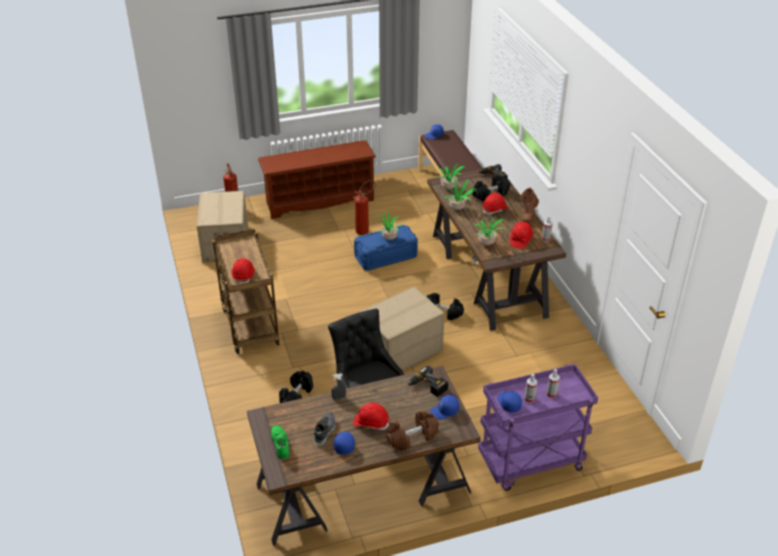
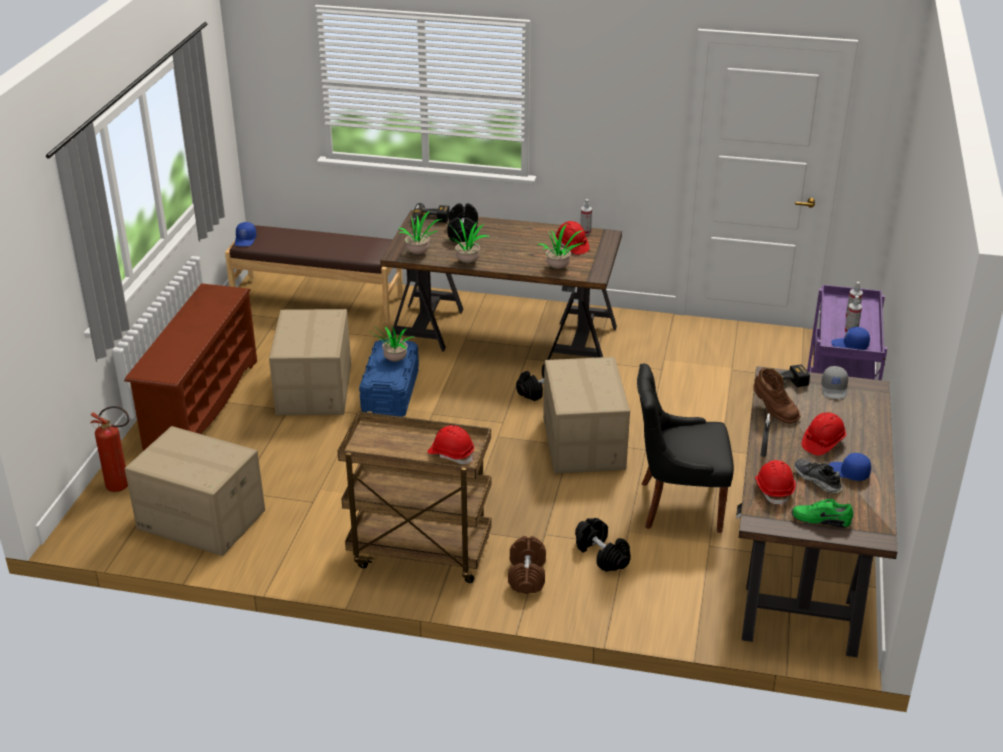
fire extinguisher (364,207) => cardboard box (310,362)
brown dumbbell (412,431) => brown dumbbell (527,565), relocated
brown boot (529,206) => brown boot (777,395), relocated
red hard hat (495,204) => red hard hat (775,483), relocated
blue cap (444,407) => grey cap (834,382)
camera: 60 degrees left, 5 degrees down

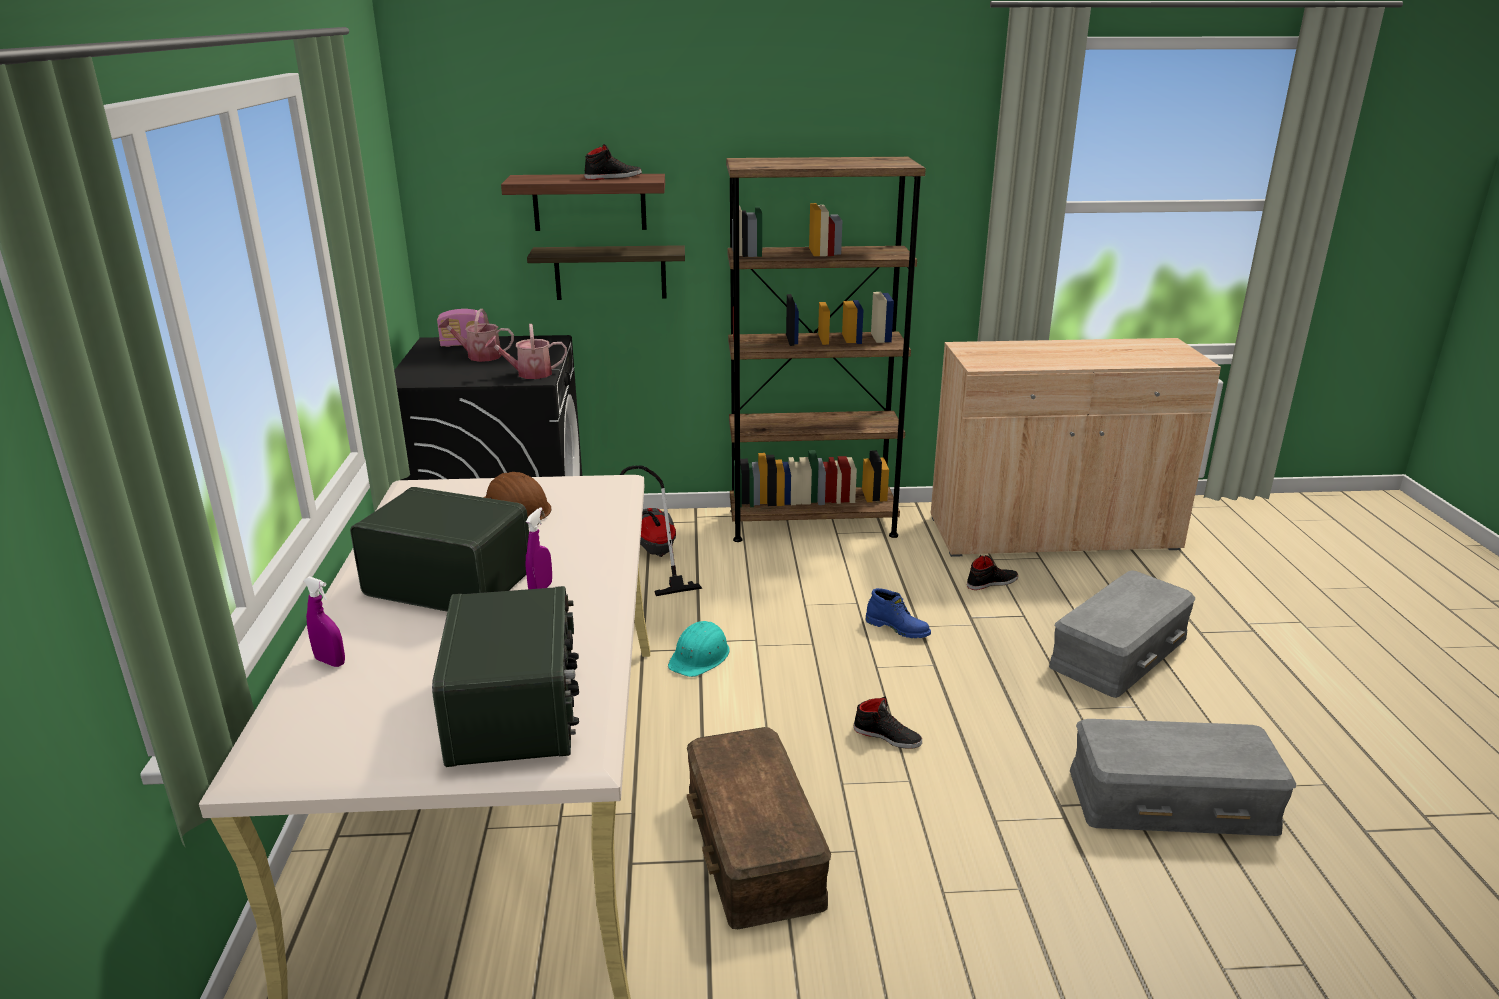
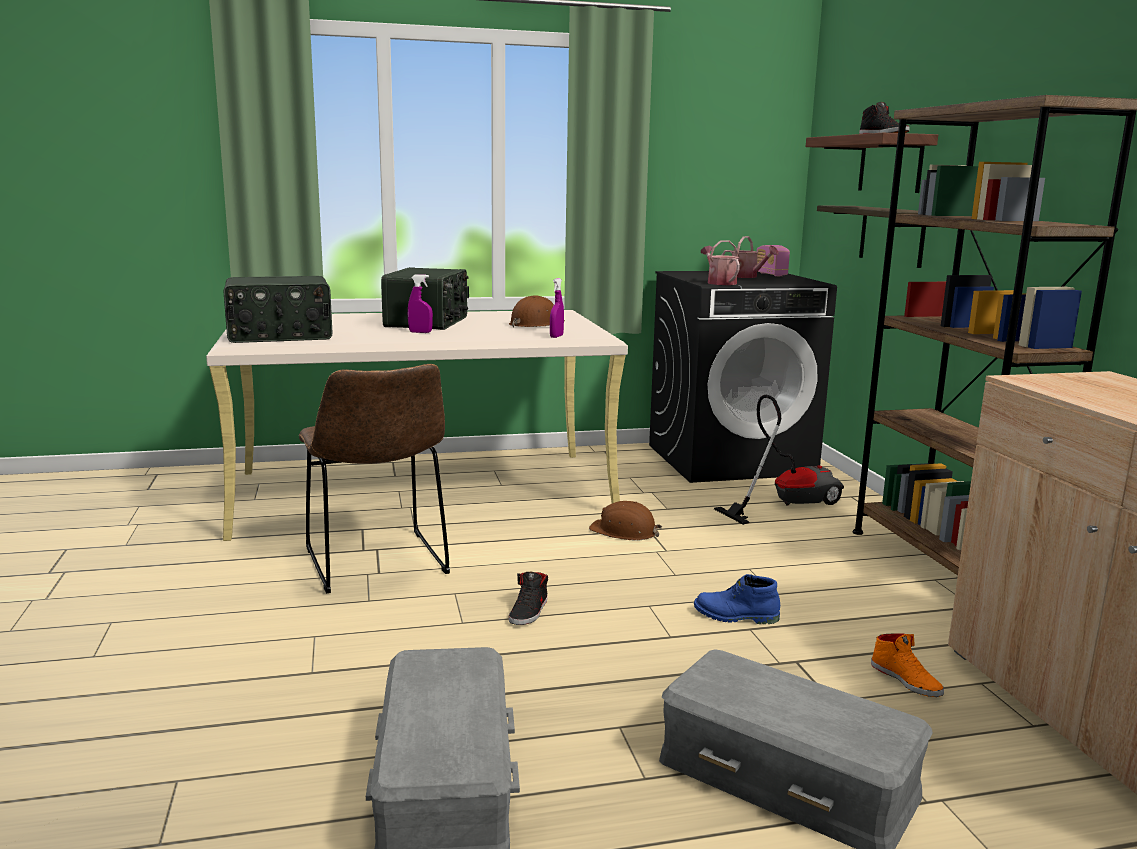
brown storage box (759,828) => brown chair (374,478)
purple spray bottle (324,621) => purple spray bottle (557,308), relocated
turquoise hard hat (699,649) => brown hard hat (625,521)
blue boot (898,613) => blue boot (737,599), 75 degrees clockwise
watering can (476,335) => watering can (750,257), 135 degrees clockwise
black shoe (992,572) => orange shoe (907,665)
camera: 80 degrees right, 10 degrees down

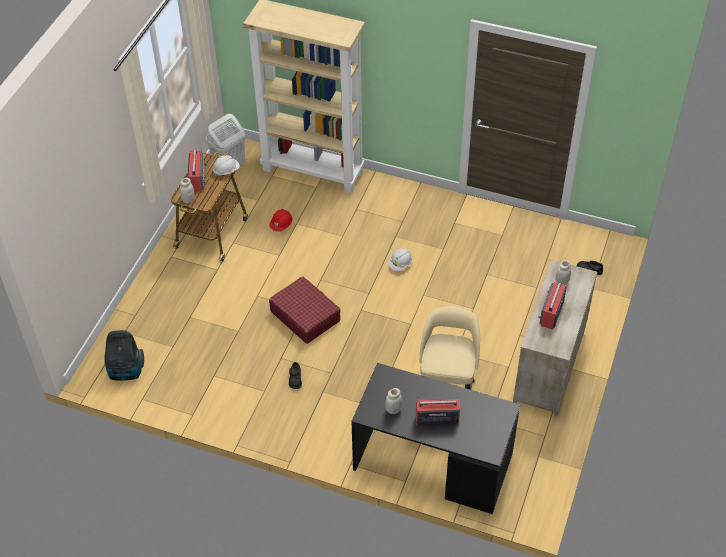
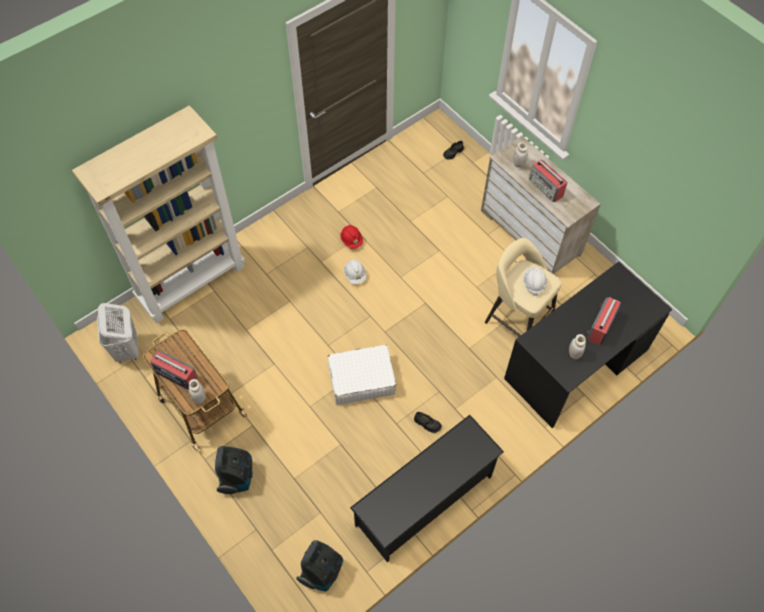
nothing => vacuum cleaner (234,470)
red suitcase (305,310) => white suitcase (361,375)
red hard hat (281,220) => red hard hat (351,237), relocated
nothing => black shoe rack (427,488)
white hard hat (226,165) => white hard hat (535,281), relocated
camera: 60 degrees left, 10 degrees up

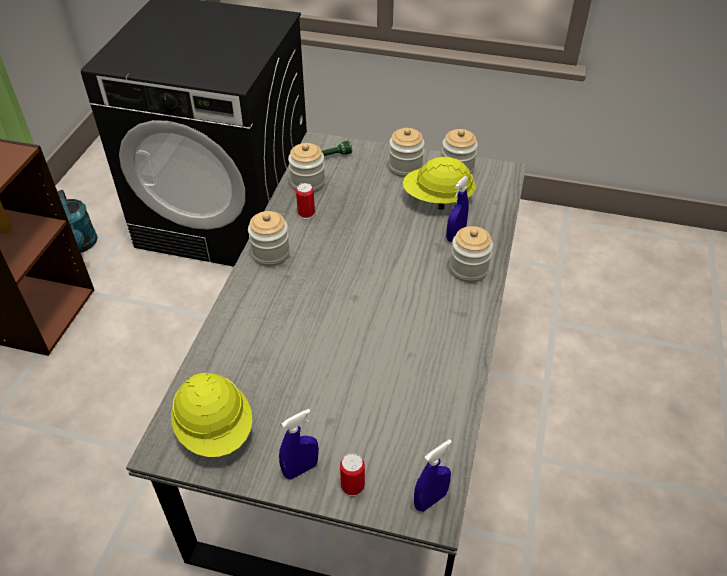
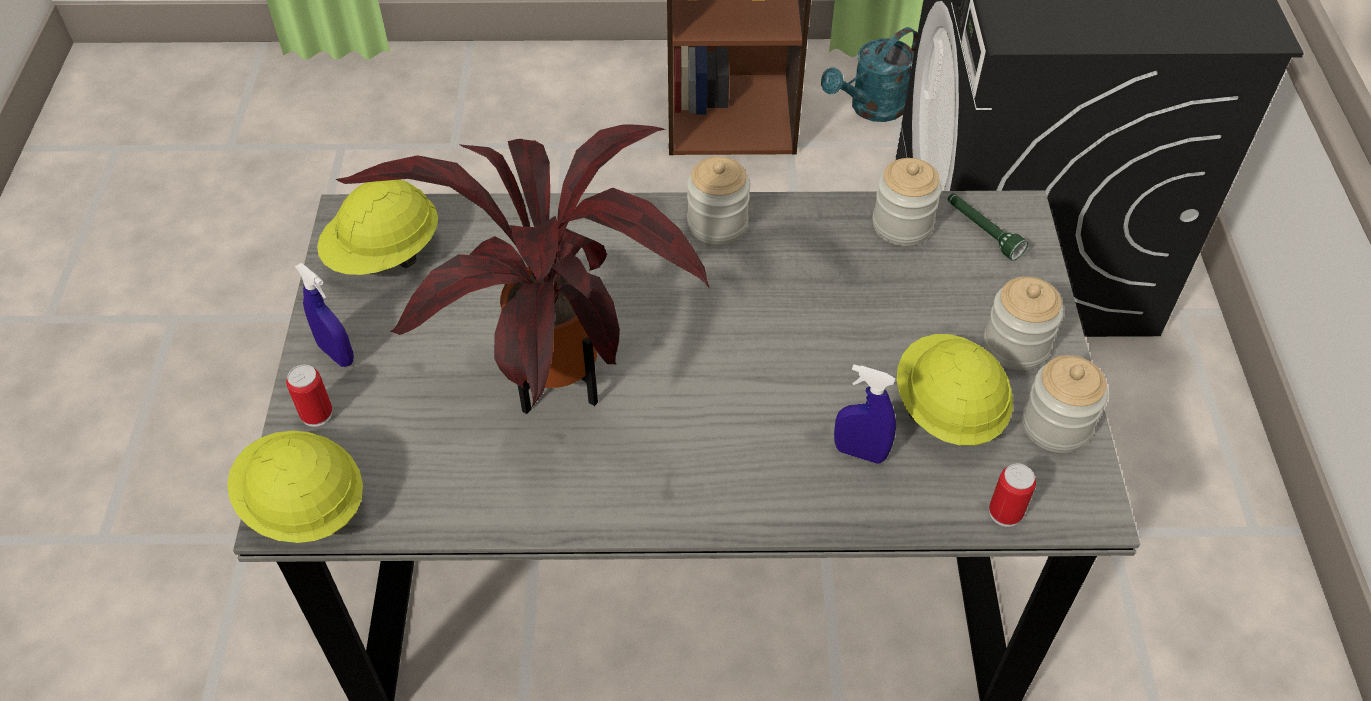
blue spray bottle (433,475) => yellow hard hat (295,487)
nothing => potted plant (522,269)
can (305,201) => can (1012,495), relocated
jar (471,254) => nothing
camera: 75 degrees right, 5 degrees up

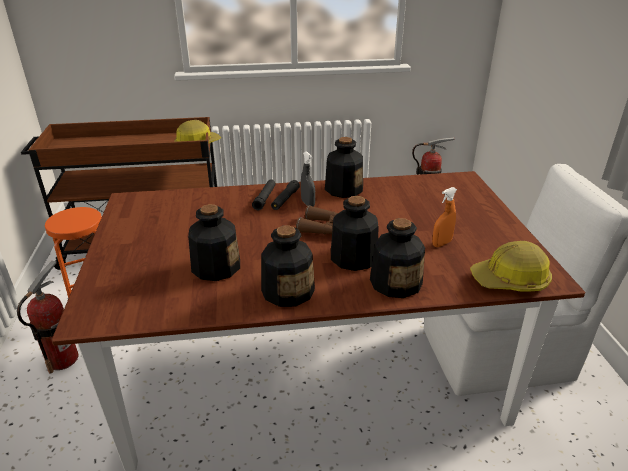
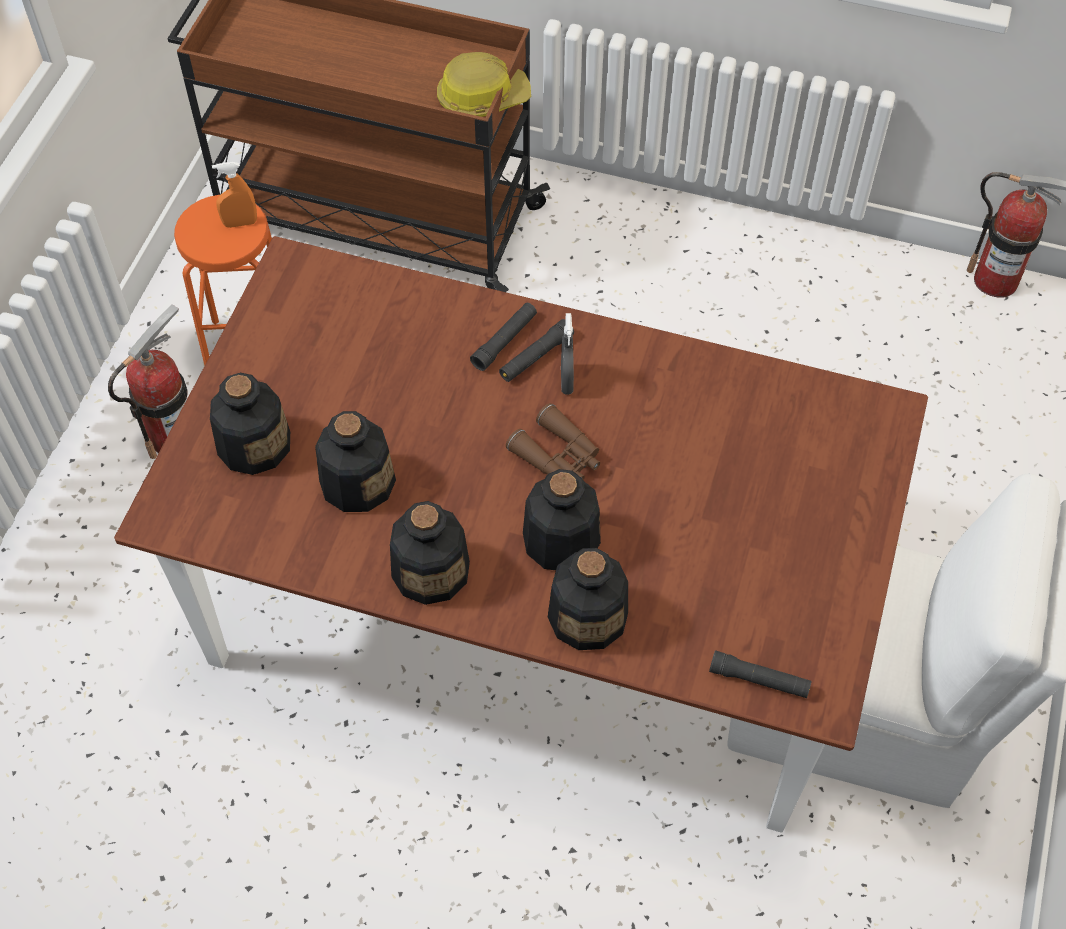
bottle (344,167) => bottle (250,424), relocated
orange spray bottle (444,217) => orange spray bottle (234,195), relocated
hard hat (511,266) => black flashlight (760,674)
camera: 25 degrees right, 25 degrees up

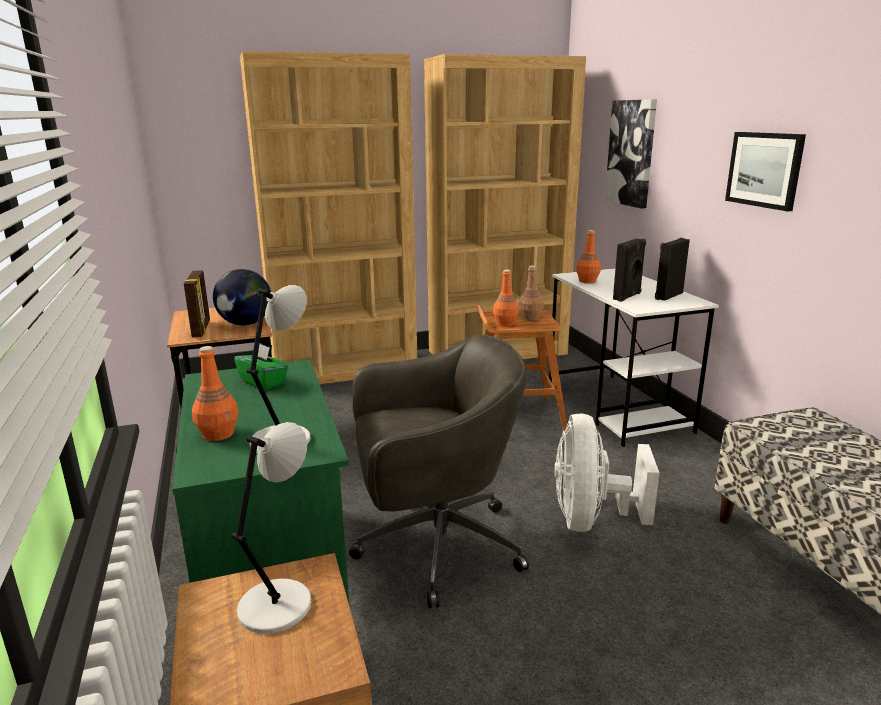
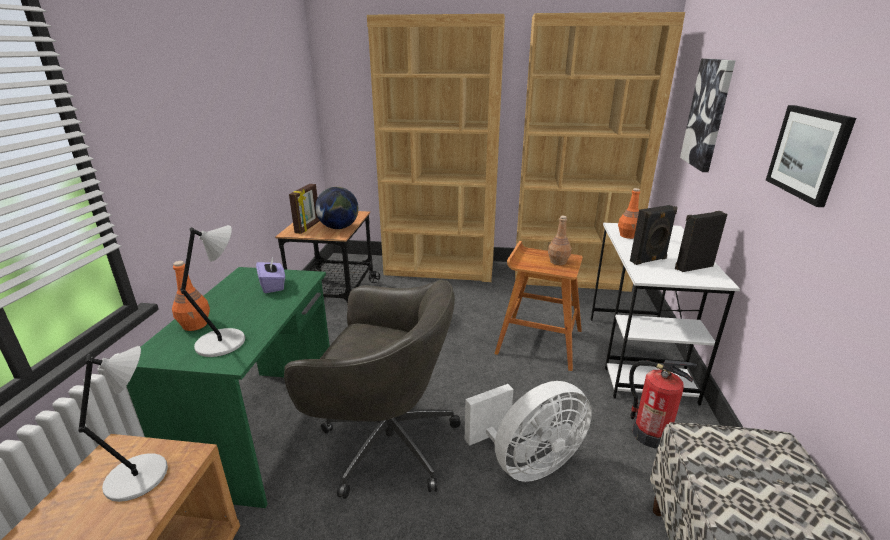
green tissue box (261,367) => purple tissue box (270,275)
white fan (607,472) => white fan (528,431), 150 degrees counterclockwise
nothing => fire extinguisher (663,404)
orange bottle (506,298) => nothing
camera: 25 degrees right, 5 degrees up

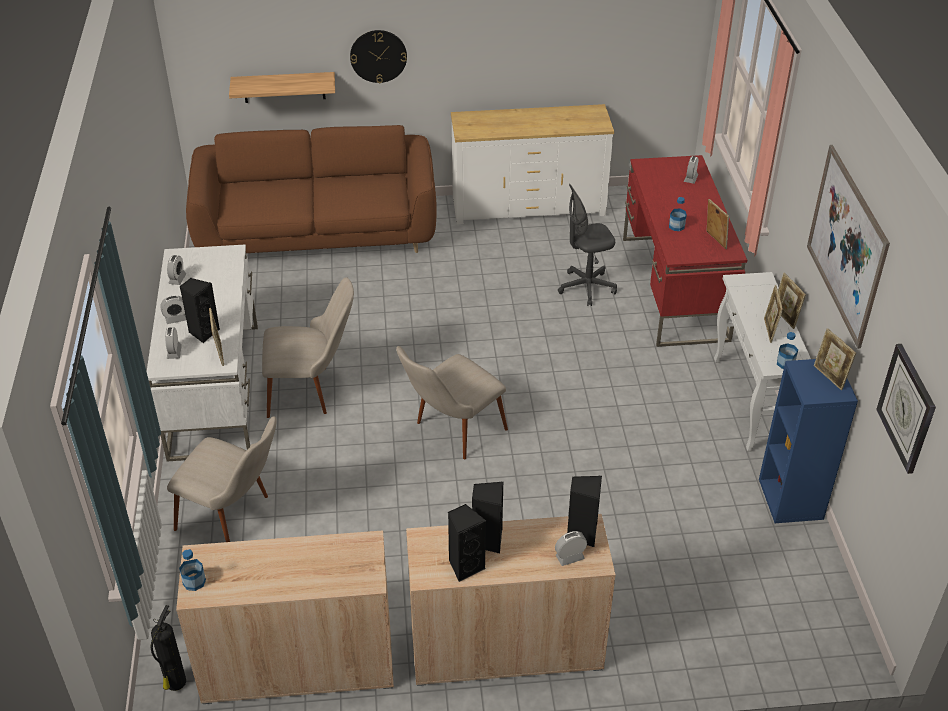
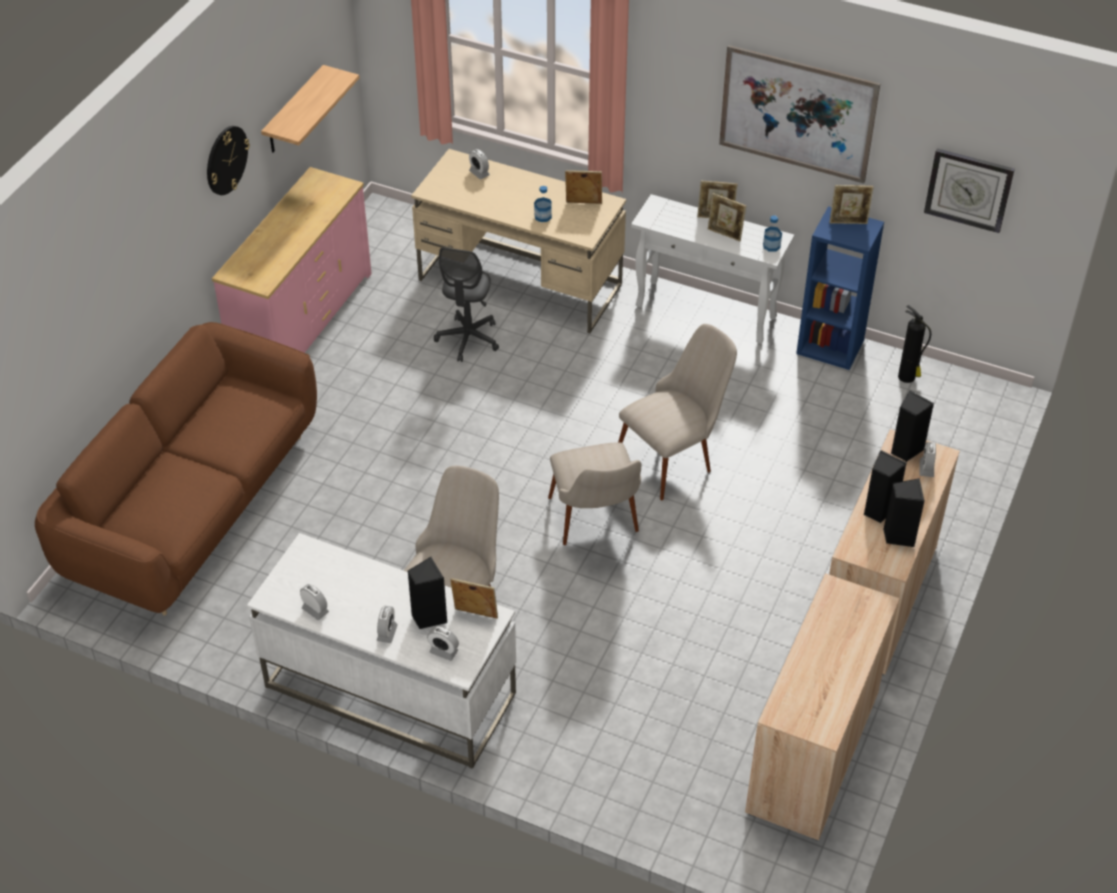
wall clock (378,56) => wall clock (228,160), relocated
white dresser (532,164) => pink dresser (292,260)
shelf (282,87) => shelf (310,108), relocated
red desk (685,251) => beige desk (518,241)
beige chair (222,479) => beige chair (677,412), relocated
fire extinguisher (168,648) => fire extinguisher (914,344), relocated
bottle (192,570) => nothing
camera: 60 degrees left, 5 degrees up

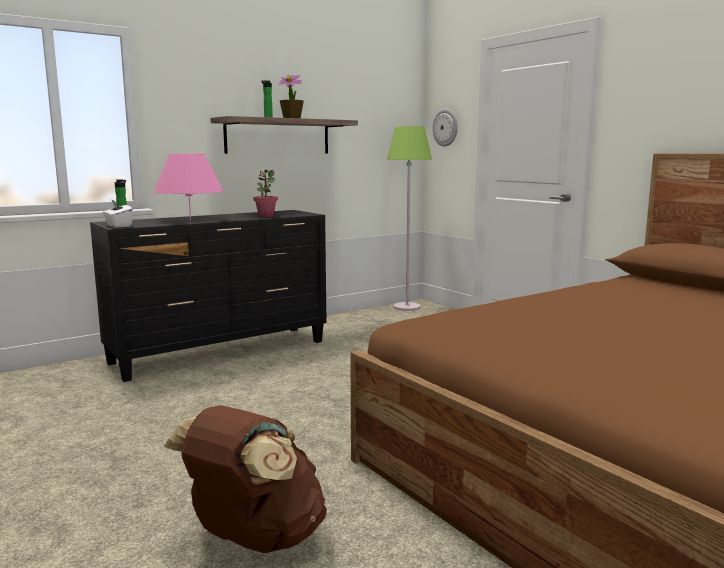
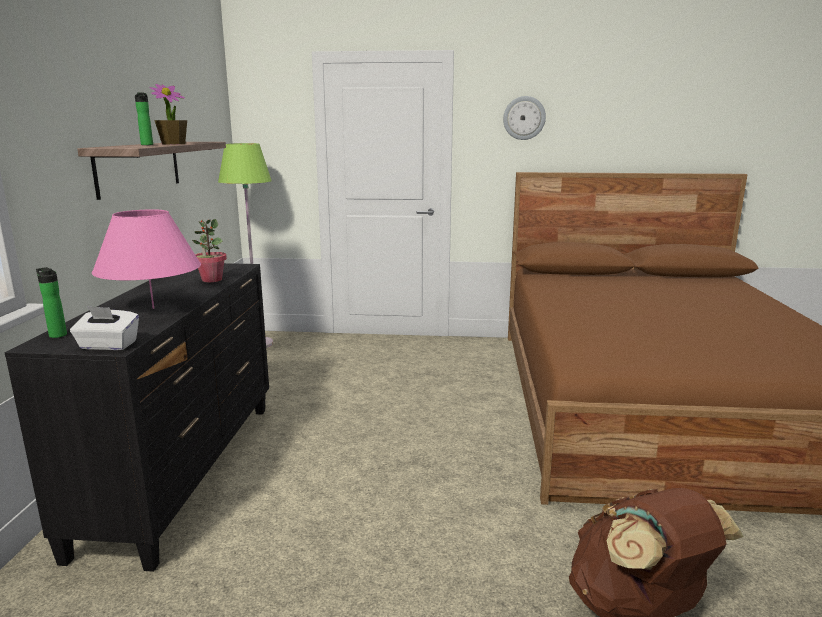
wall clock (445,128) => wall clock (524,118), relocated
camera: 50 degrees left, 5 degrees up

